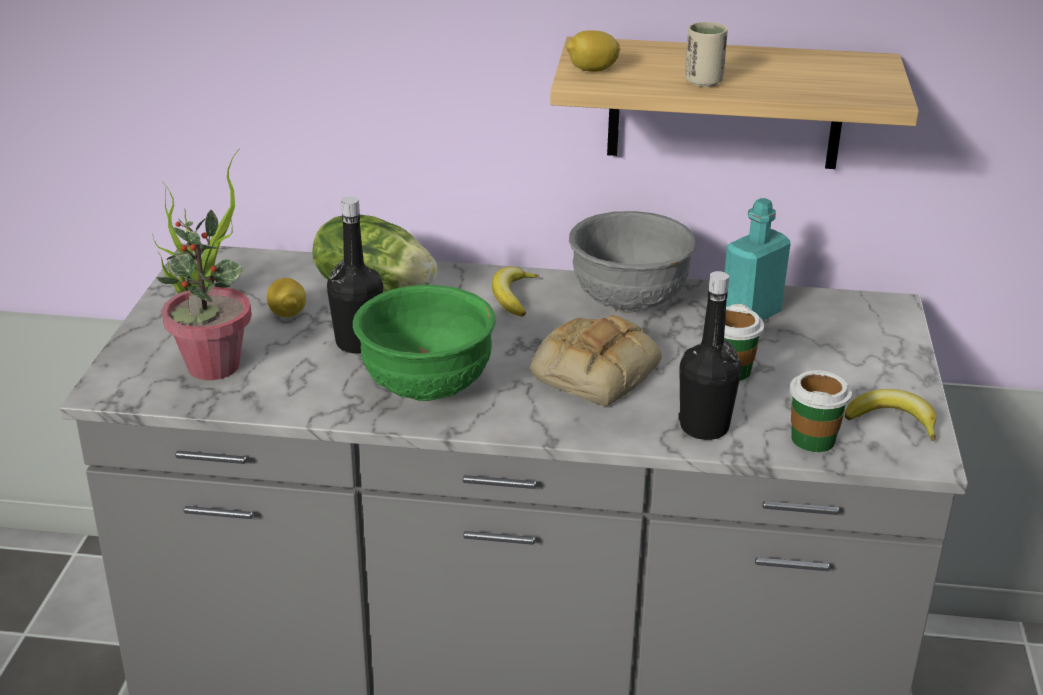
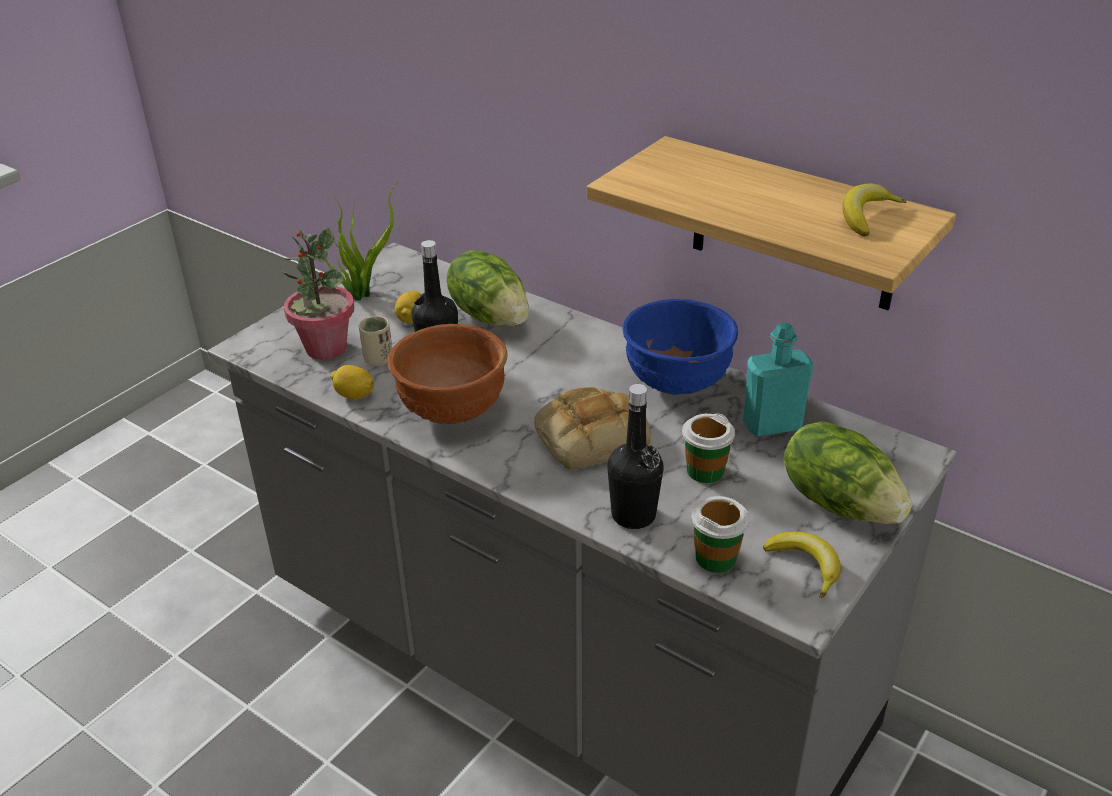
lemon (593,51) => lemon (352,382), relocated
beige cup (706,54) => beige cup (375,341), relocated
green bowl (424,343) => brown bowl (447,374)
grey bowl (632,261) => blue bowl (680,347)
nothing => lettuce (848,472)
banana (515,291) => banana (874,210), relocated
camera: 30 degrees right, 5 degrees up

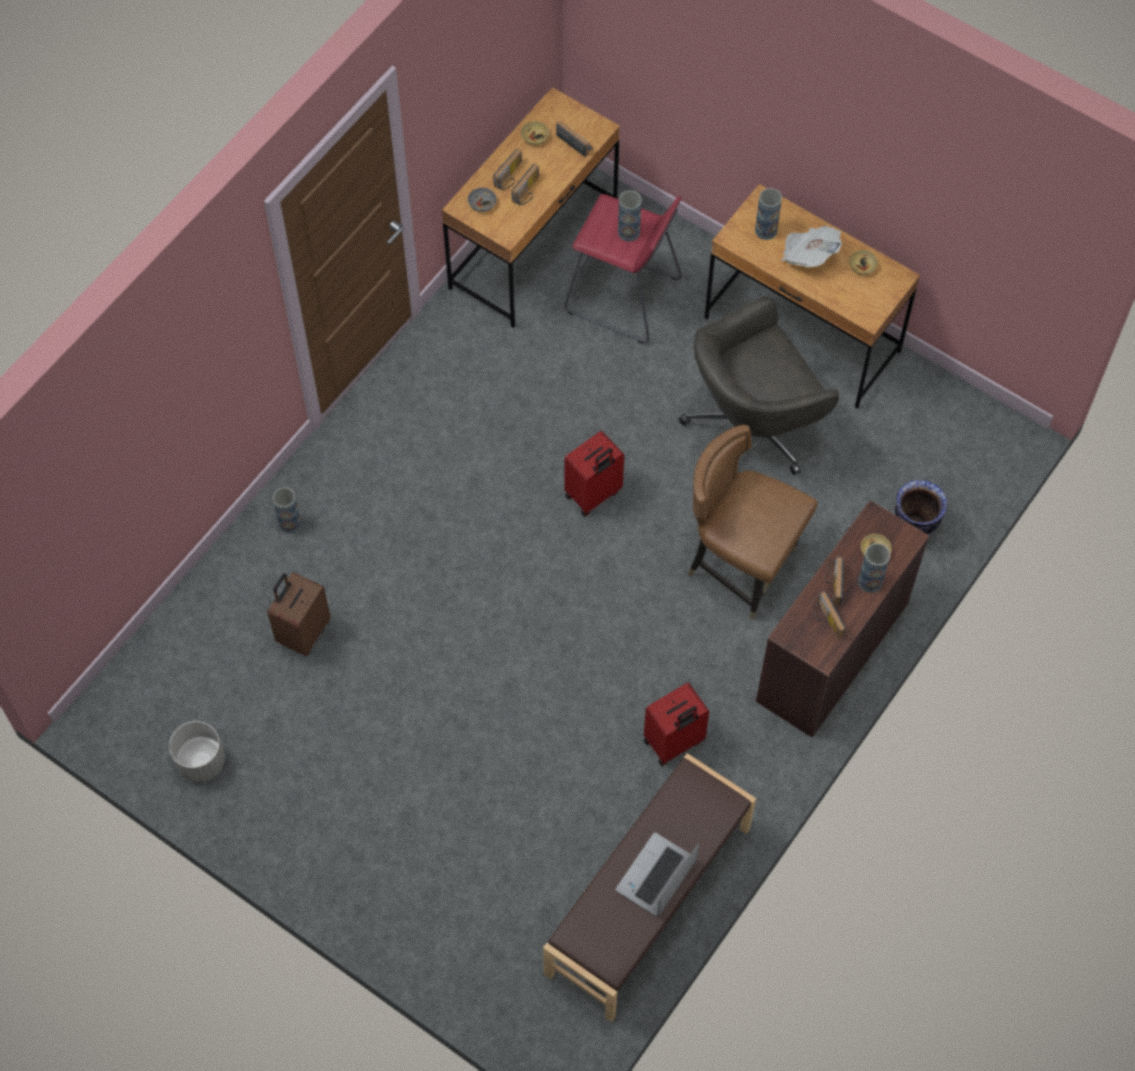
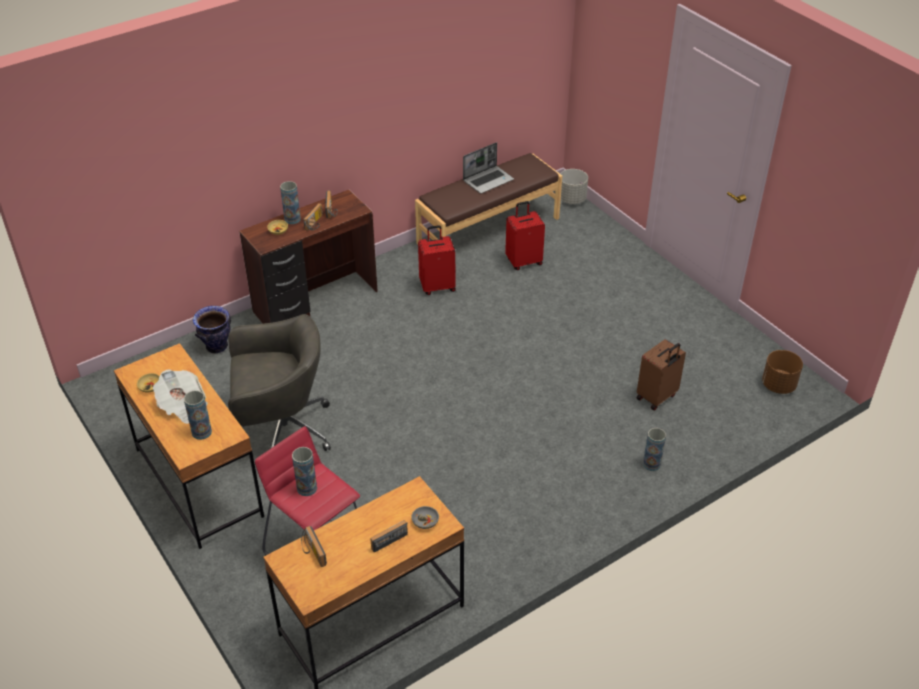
red suitcase (594,473) => red suitcase (525,235), relocated
grey planter (197,751) => grey planter (574,186), relocated
nothing => brown planter (782,372)
radio (525,184) => nothing
beige bowl (535,133) => nothing
brown chair (753,522) => nothing
camera: 160 degrees left, 20 degrees down

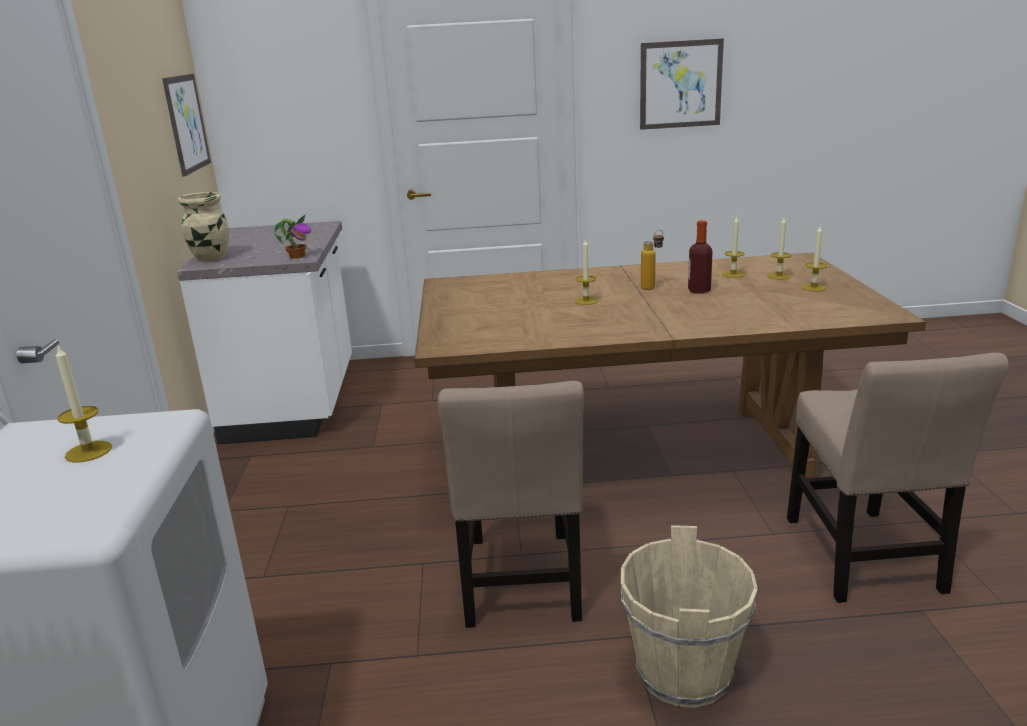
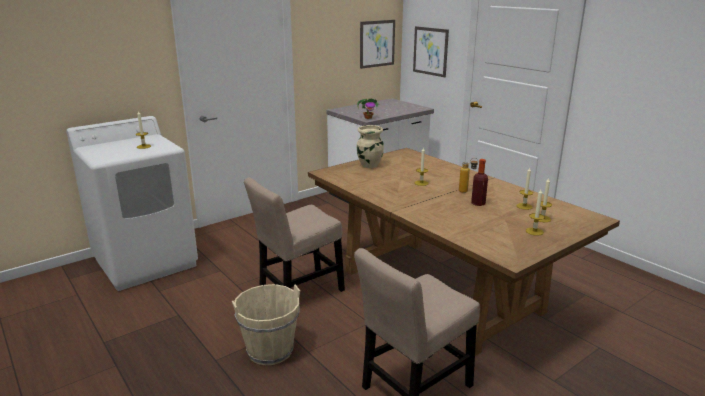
beige vase (203,227) => beige vase (370,146), relocated
picture (682,84) => picture (431,51), relocated
camera: 55 degrees right, 0 degrees up

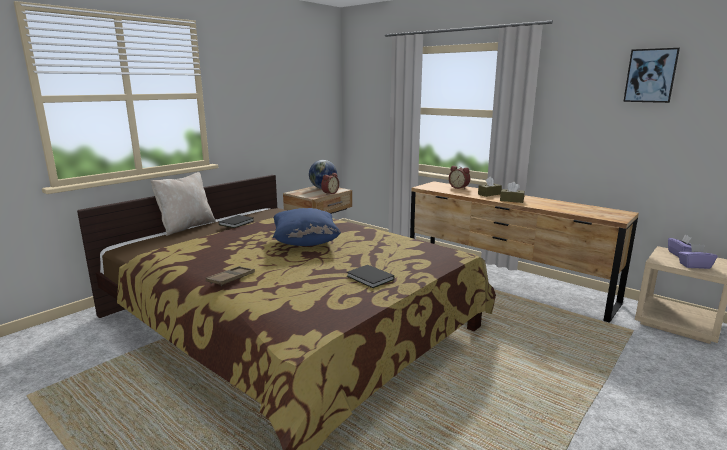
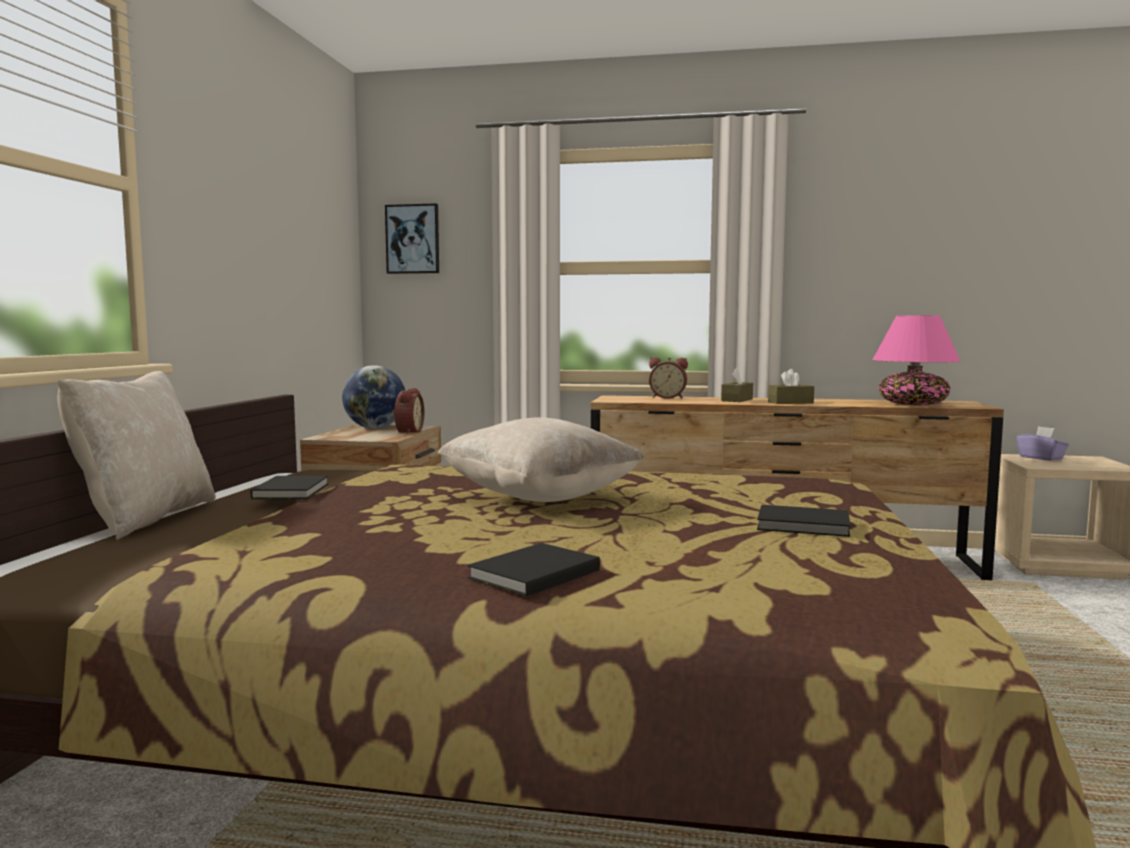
picture (651,75) => picture (412,238), relocated
blue pillow (307,227) => beige pillow (541,460)
brown tray (230,276) => black book (534,570)
nothing => pink table lamp (916,360)
purple tissue box (697,256) => nothing
camera: 30 degrees left, 10 degrees down

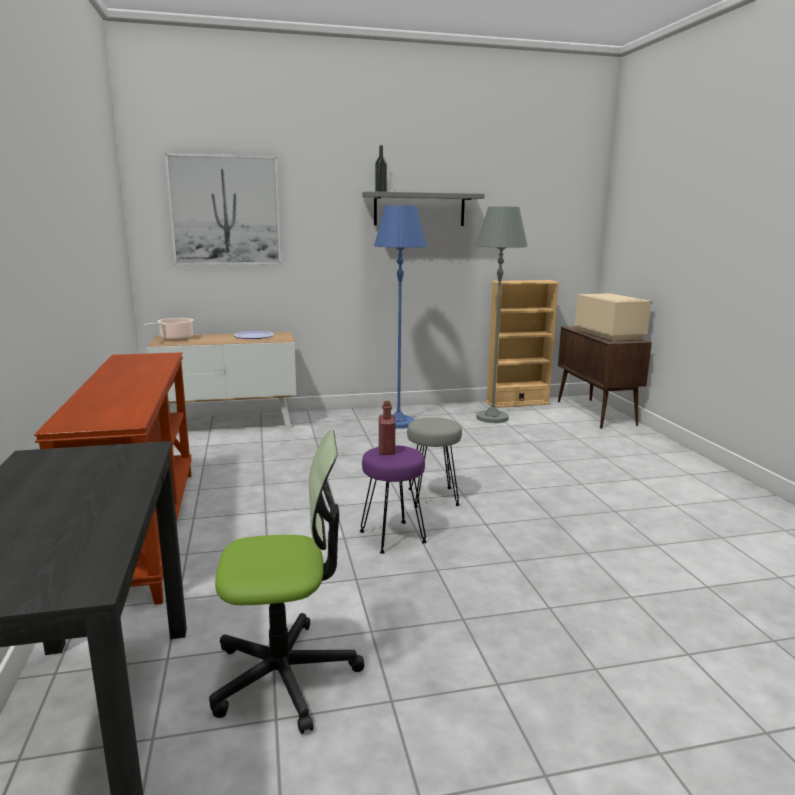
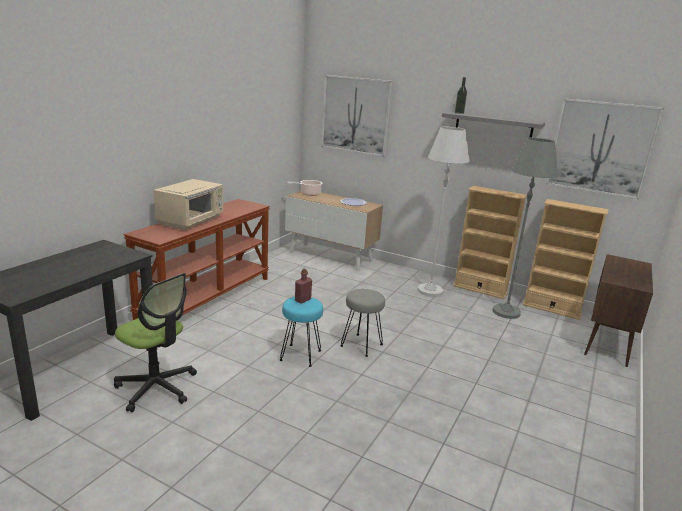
beige microwave (614,317) => beige microwave (188,204), relocated
purple stool (393,499) => turquoise stool (301,332)
blue floor lamp (400,317) => white floor lamp (444,212)
nothing => beige bookcase (490,242)
nothing => picture (605,148)
camera: 40 degrees right, 5 degrees up

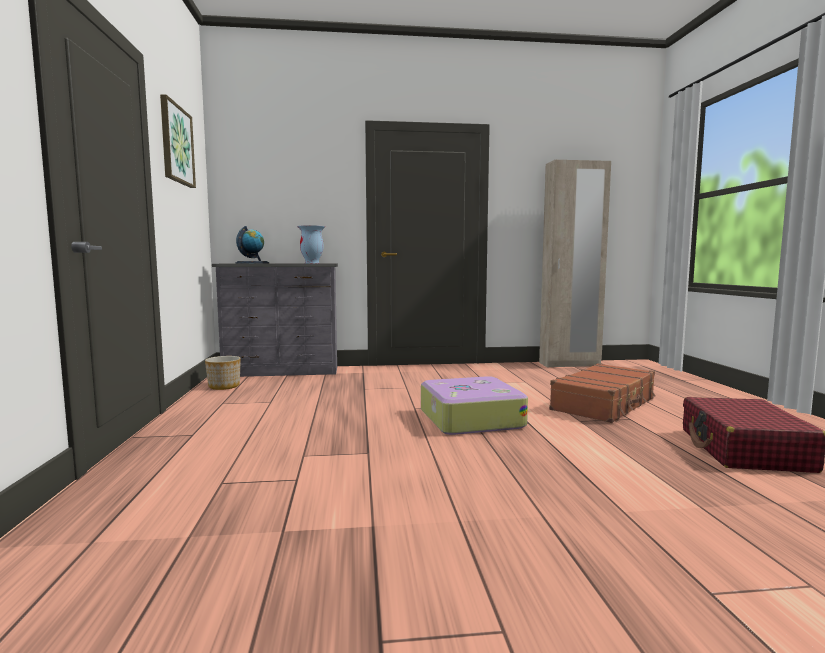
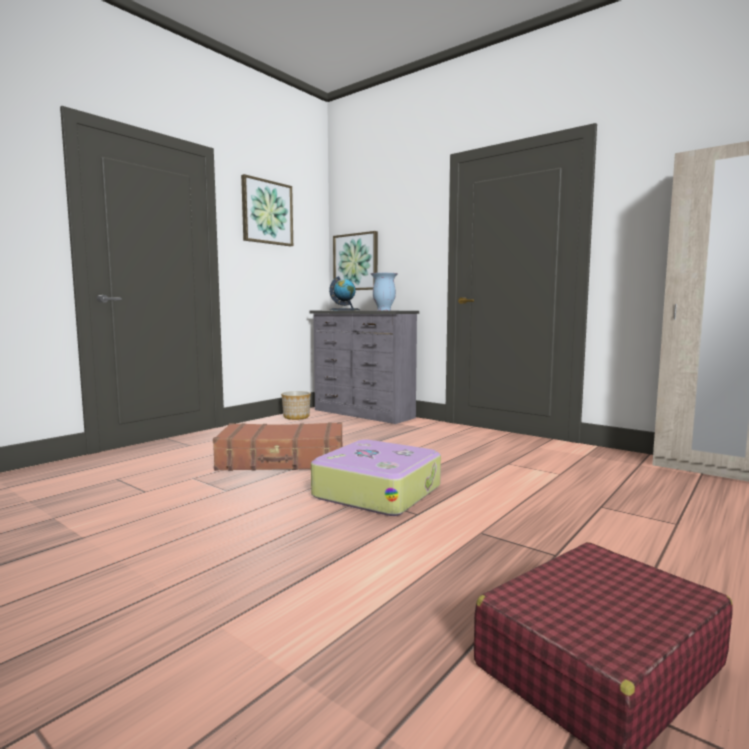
brown suitcase (602,393) => brown suitcase (277,446), relocated
nothing => picture (355,260)
camera: 45 degrees right, 0 degrees up

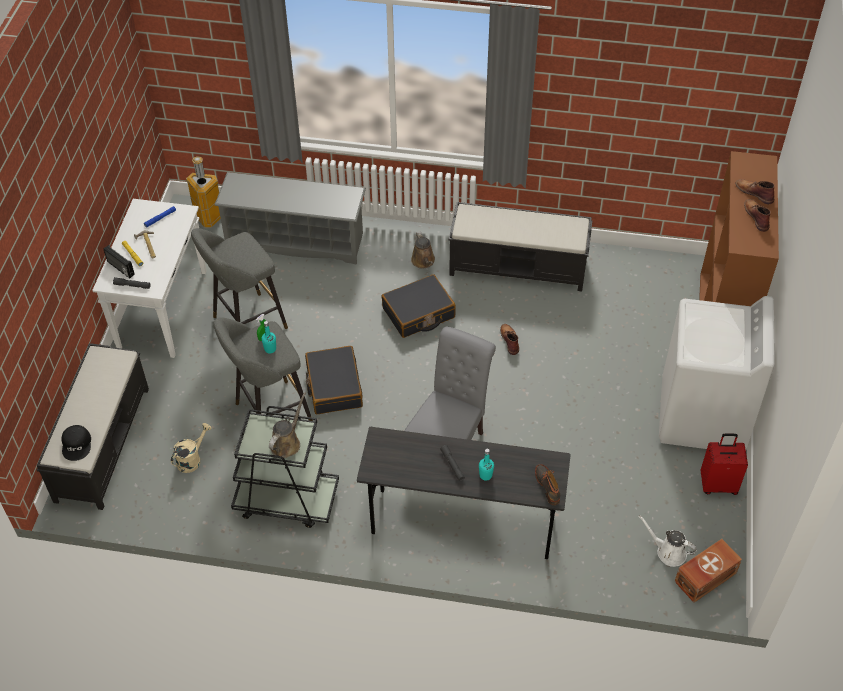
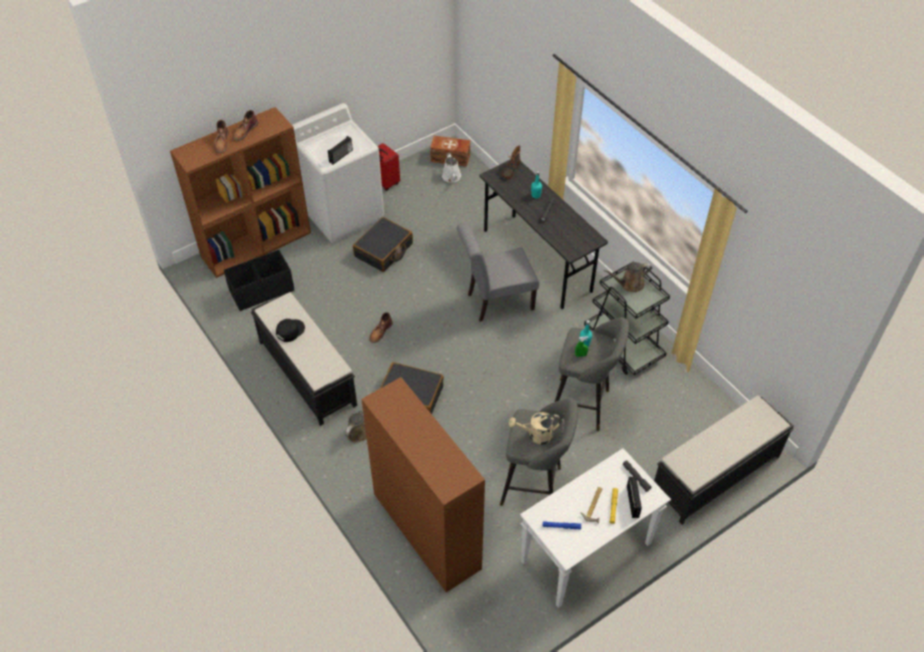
nothing => black storage box (259,280)
black cap (76,443) => black cap (290,330), relocated
nothing => radio (340,150)
black suitcase (334,380) => black suitcase (383,244), relocated
grey shoe rack (290,218) => brown bookcase (423,485)
beige watering can (191,448) => beige watering can (535,428), relocated
trash can (203,192) => nothing
camera: 135 degrees left, 0 degrees up

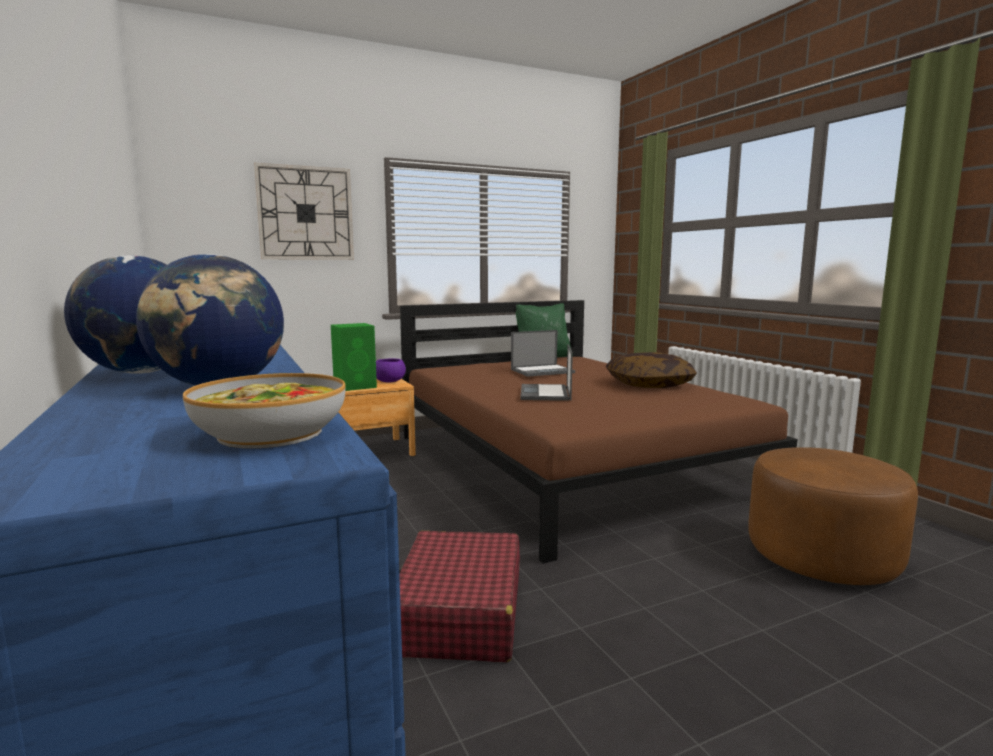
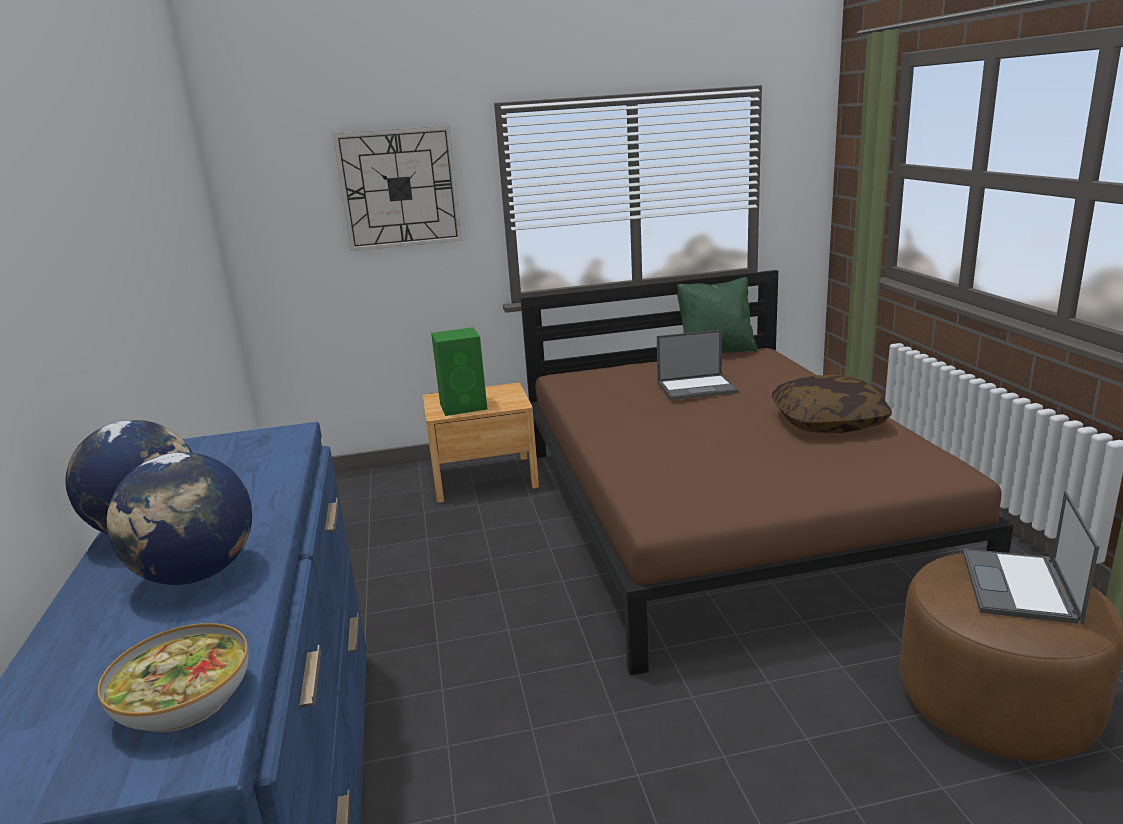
laptop (546,372) => laptop (1031,557), relocated
purple bowl (391,370) => nothing
red suitcase (459,596) => nothing
camera: 15 degrees right, 10 degrees up

